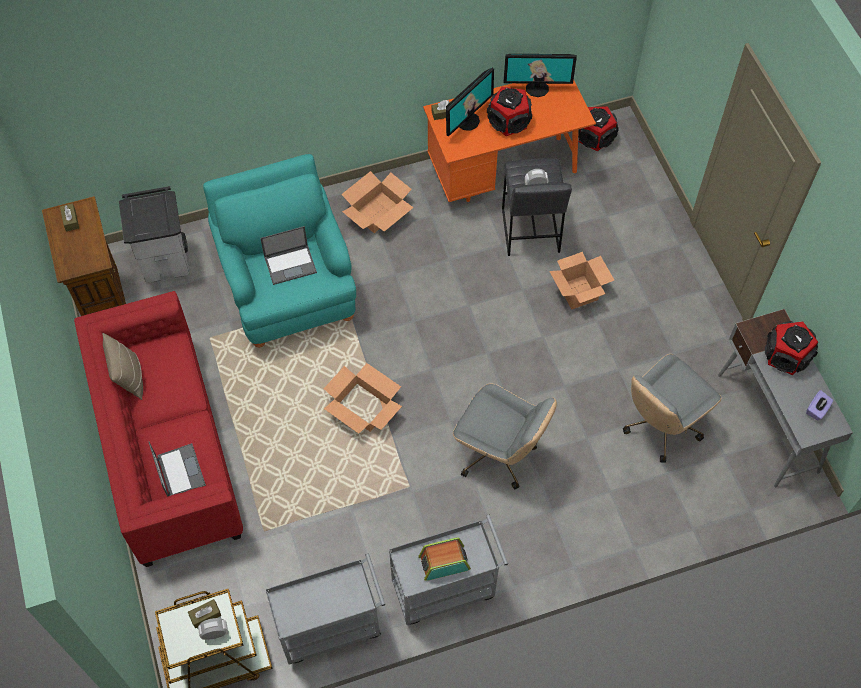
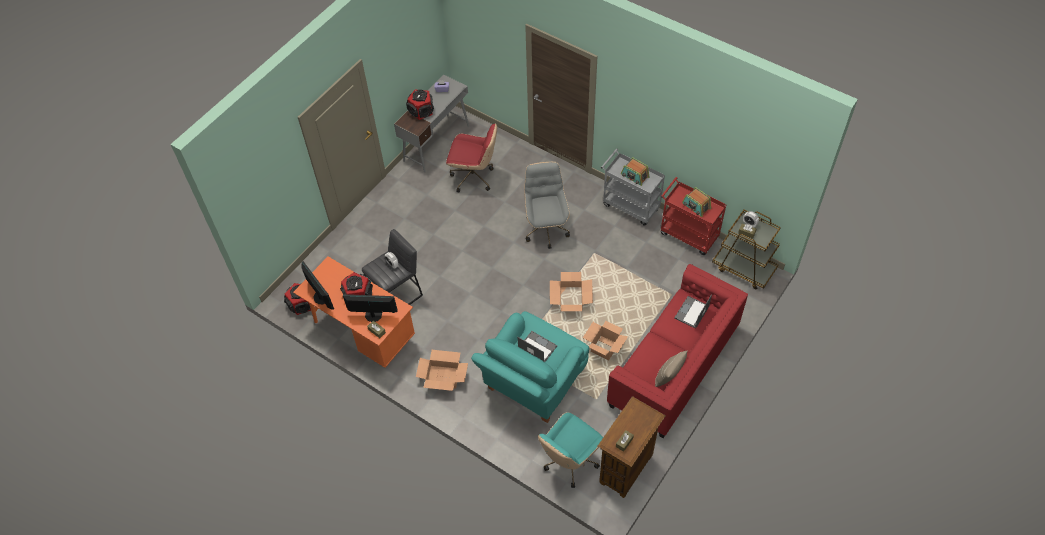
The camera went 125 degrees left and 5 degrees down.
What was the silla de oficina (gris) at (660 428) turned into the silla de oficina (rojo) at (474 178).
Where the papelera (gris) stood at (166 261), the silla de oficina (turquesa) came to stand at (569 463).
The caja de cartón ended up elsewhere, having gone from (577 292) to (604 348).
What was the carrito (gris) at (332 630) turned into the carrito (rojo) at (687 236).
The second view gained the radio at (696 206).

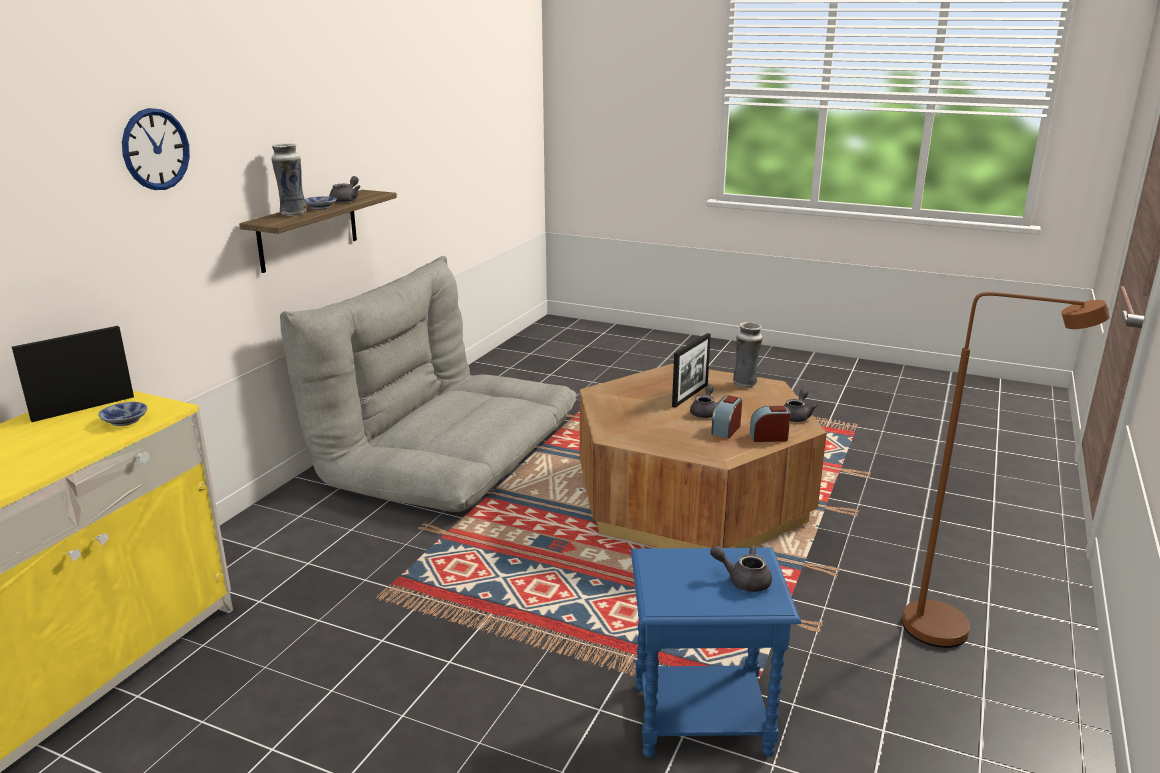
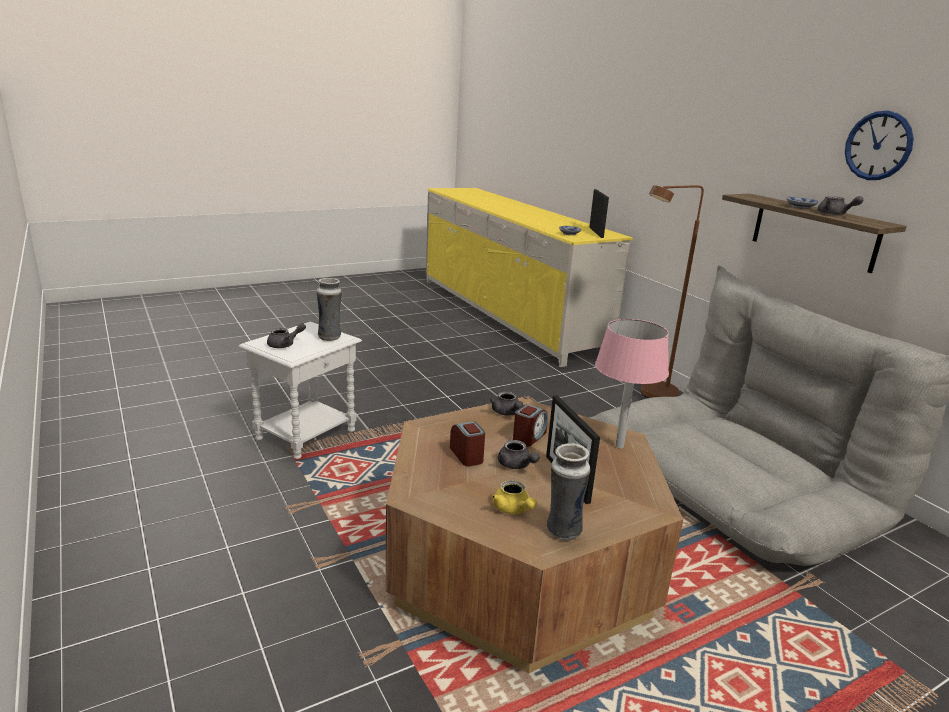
The camera went 125 degrees right and 0 degrees up.
What was the mesa auxiliar (azul) at (702 719) turned into the mesa auxiliar (blanco) at (305 433).
The florero ended up elsewhere, having gone from (293 213) to (330 337).
The tetera (gris) ended up elsewhere, having gone from (796 416) to (507 413).
The second view gained the tetera (amarillo) at (513 509).
The despertador ended up elsewhere, having gone from (769 437) to (529 437).
The second view gained the lámpara de mesa (rosa) at (619 446).
The lámpara de pie (marrón) ended up elsewhere, having gone from (954 632) to (651 396).
The reloj de pared ended up elsewhere, having gone from (155 149) to (878 146).

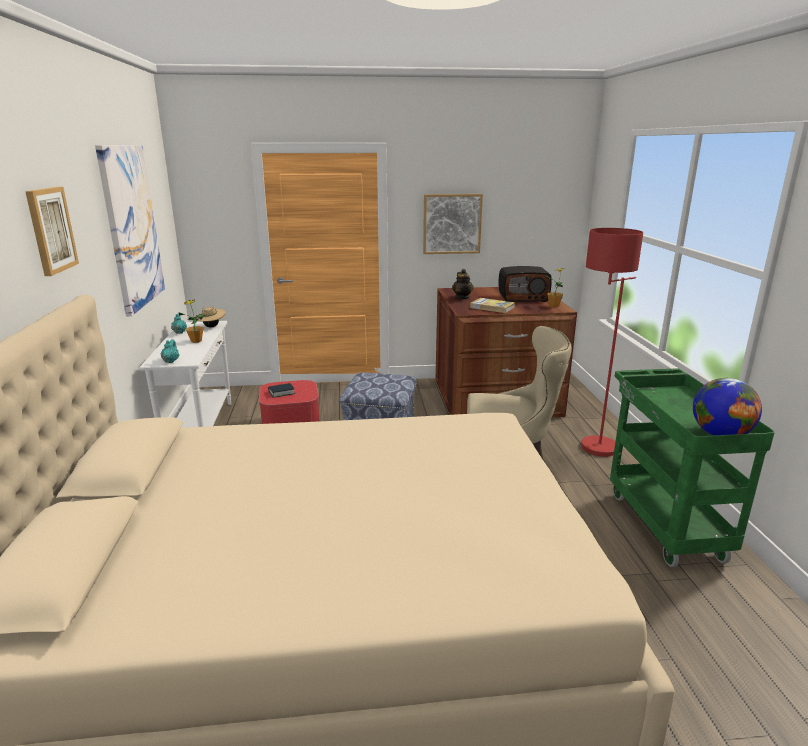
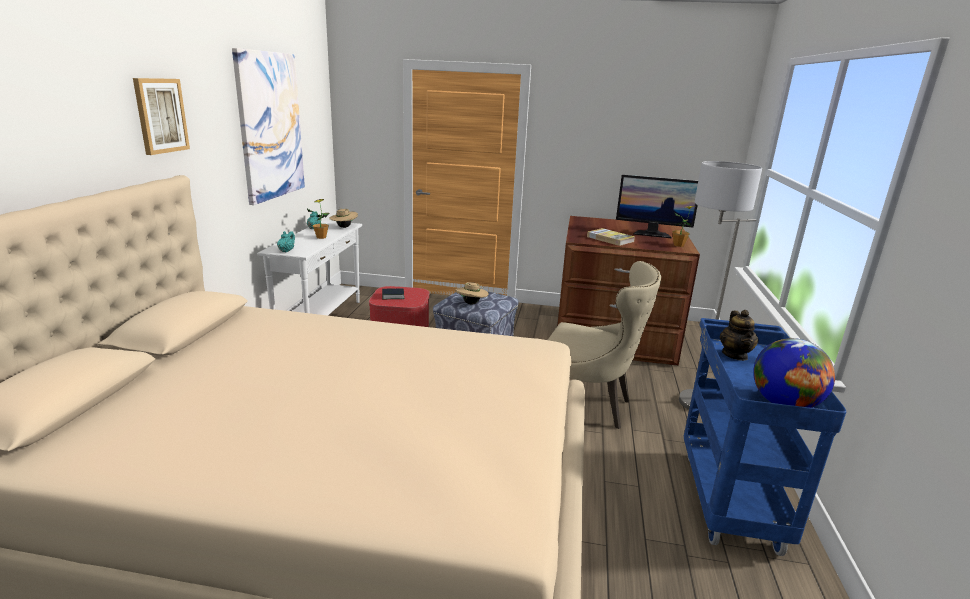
The camera went 15 degrees right and 0 degrees up.
The second view gained the sombrero (beis) at (471 303).
Where the radio stood at (523 298), the monitor came to stand at (652 234).
What was the lámpara de pie (rojo) at (591 450) turned into the lámpara de pie (gris) at (688 404).
What was the carrito (verde) at (661 524) turned into the carrito (azul) at (727 496).
The tetera ended up elsewhere, having gone from (462 298) to (735 355).
The second view lost the cuadro at (452 224).

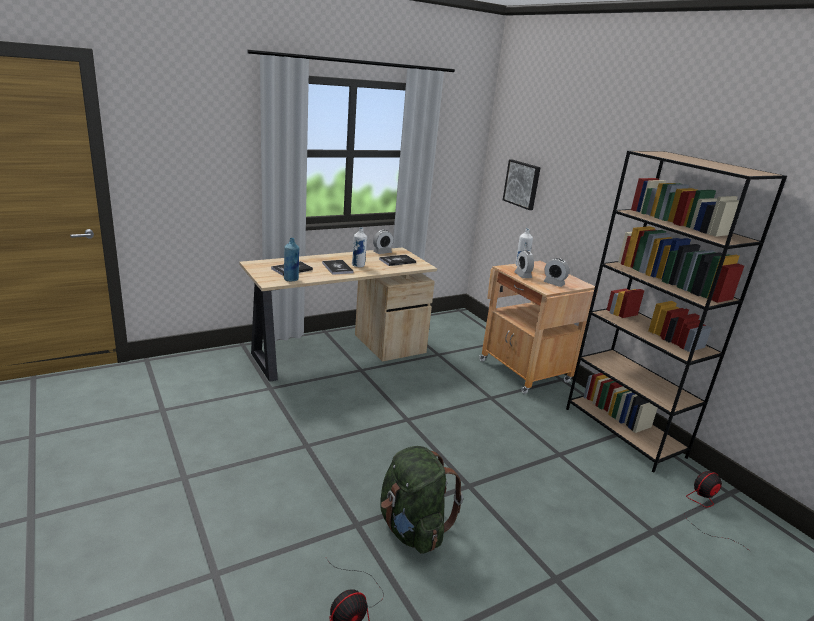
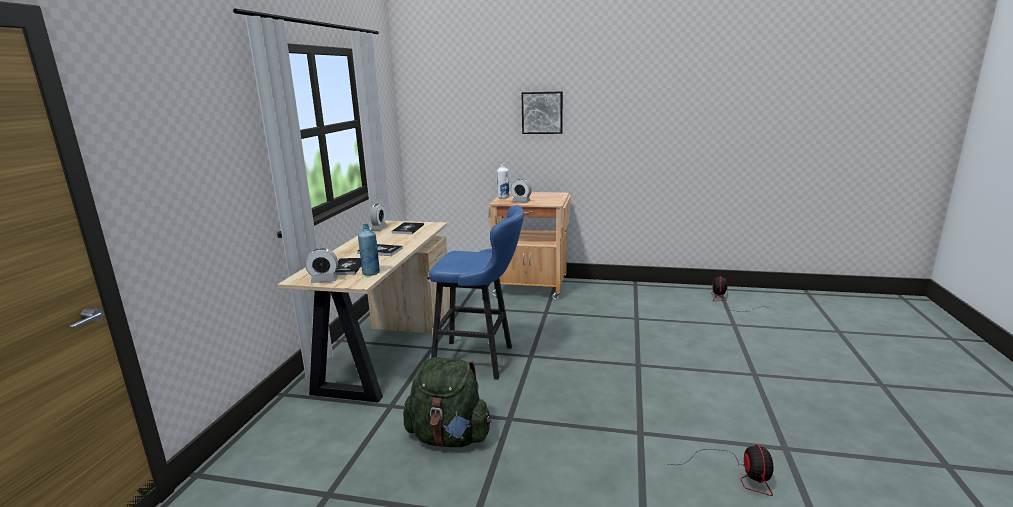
The camera went 45 degrees left and 5 degrees down.
The despertador ended up elsewhere, having gone from (554 283) to (324 280).
The mochila (verde) ended up elsewhere, having gone from (412 528) to (449 437).
The second view gained the taburete (azul) at (483 360).
The cuadro ended up elsewhere, having gone from (522 184) to (542 112).
The second view lost the botella (blanco) at (358 265).
The second view lost the estantería (beis) at (624 432).

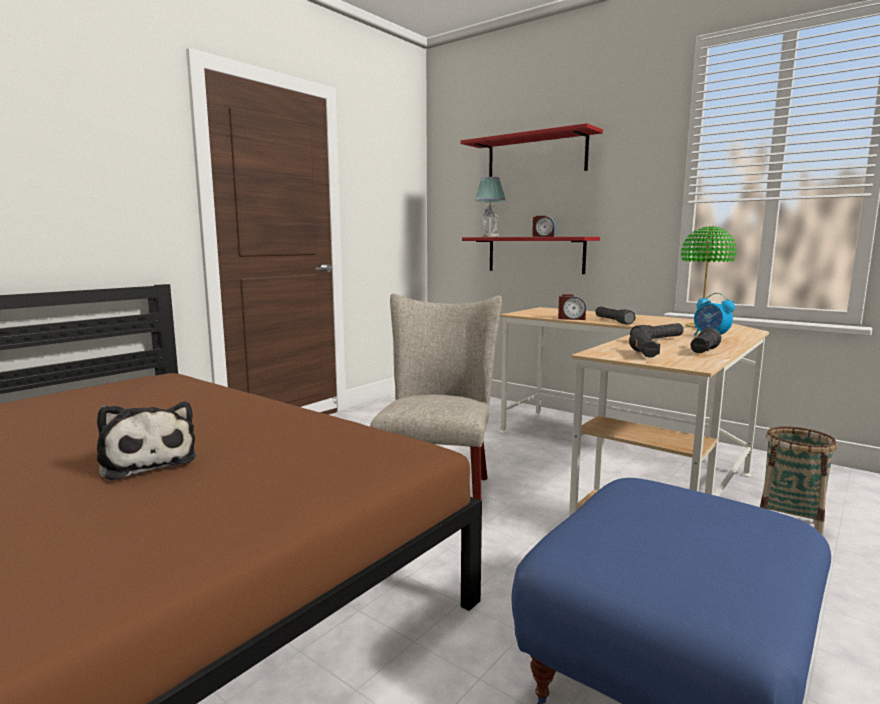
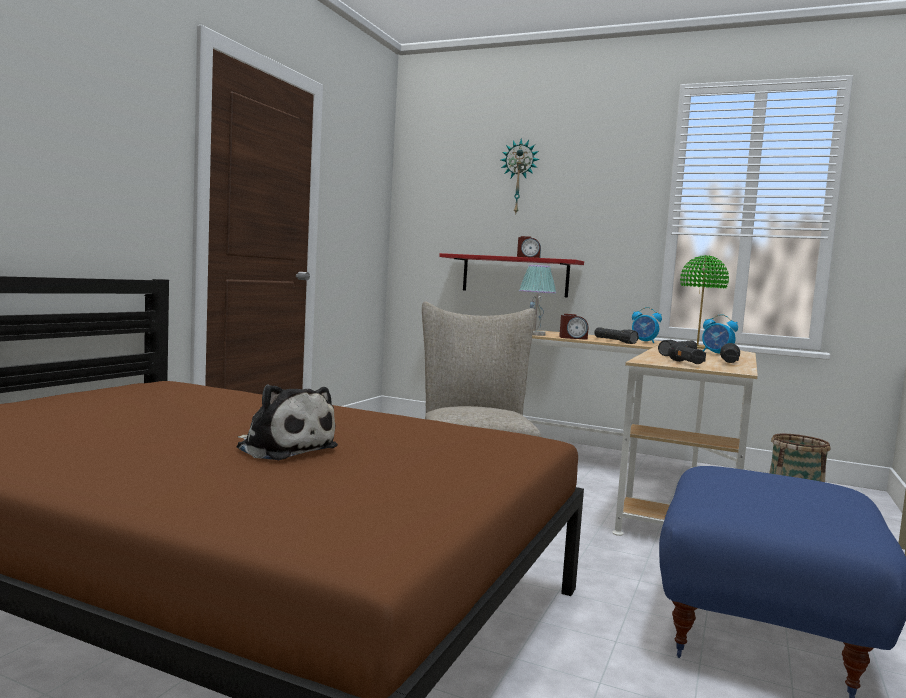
The camera went 15 degrees left and 5 degrees down.
Where the estante (rojo) hung at (536 156), the reloj de pared came to hang at (519 177).
The lámpara de mesa ended up elsewhere, having gone from (489 237) to (534 334).
The second view gained the despertador at (644 342).

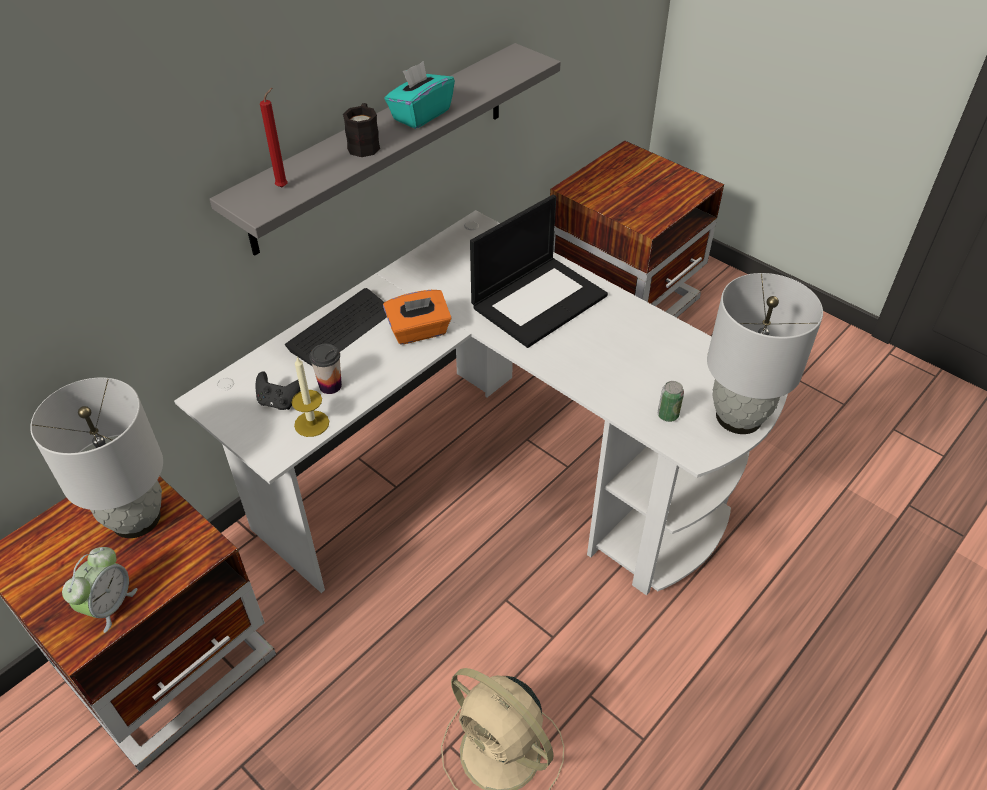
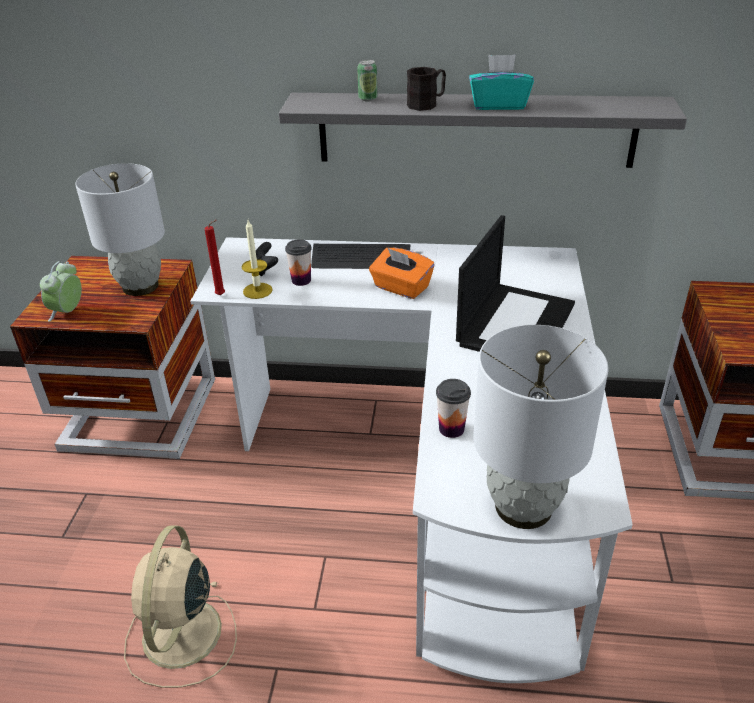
The camera went 55 degrees right and 10 degrees down.
The despertador at (109 605) ended up facing another way, 120 degrees clockwise from before.
The vela (rojo) ended up elsewhere, having gone from (284 186) to (222 295).
The lata ended up elsewhere, having gone from (667 415) to (368 99).
The second view gained the taza at (451 429).
The portátil at (539 300) ended up facing another way, 75 degrees counterclockwise from before.

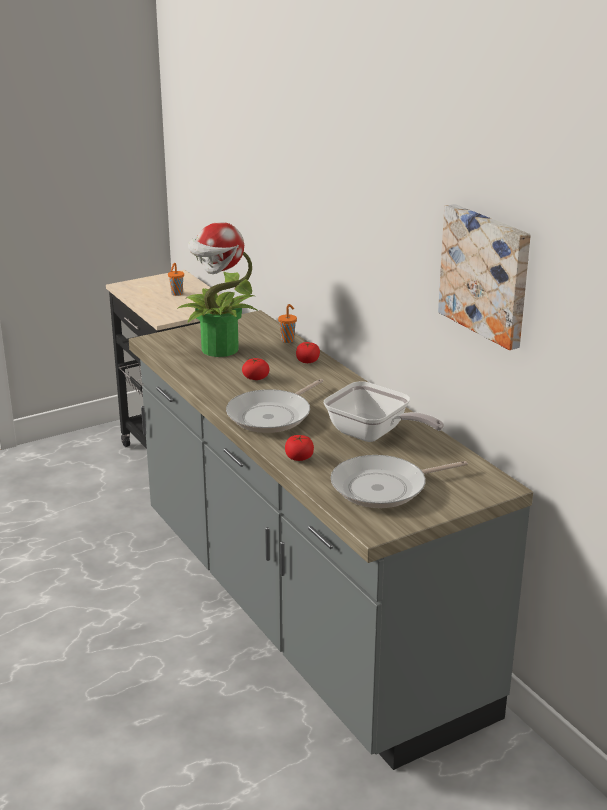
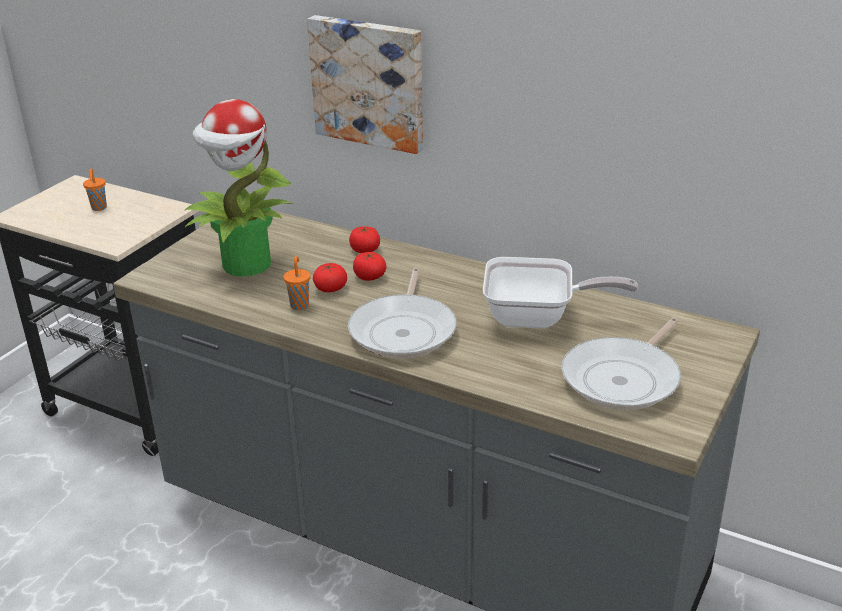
The camera went 30 degrees left and 5 degrees up.
The taza (naranja) ended up elsewhere, having gone from (288 340) to (299 305).
The cuadro ended up elsewhere, having gone from (487 274) to (369 82).
The tomate ended up elsewhere, having gone from (299 457) to (369 276).

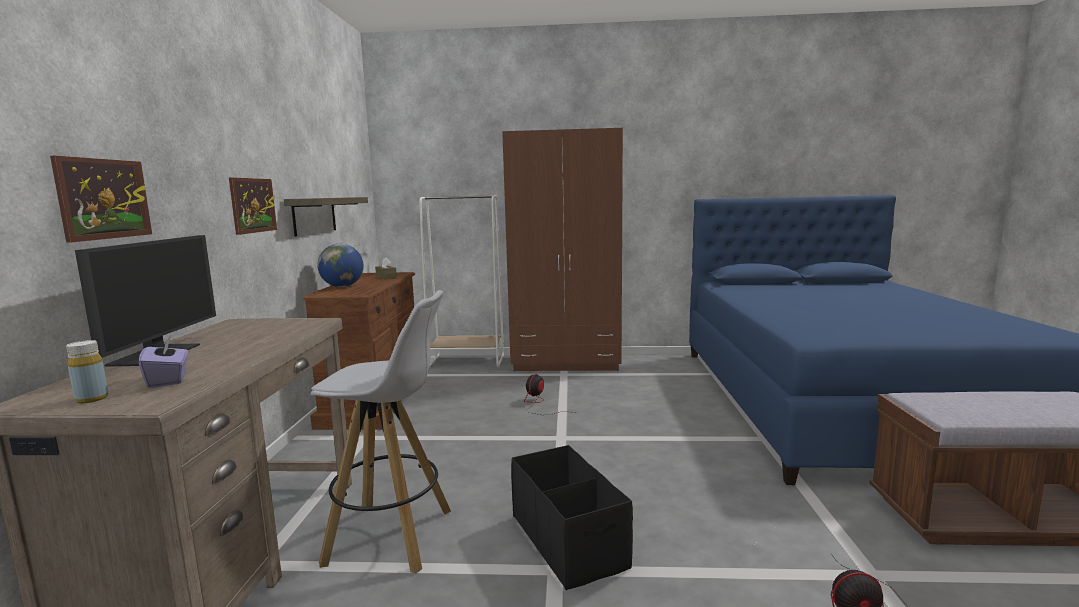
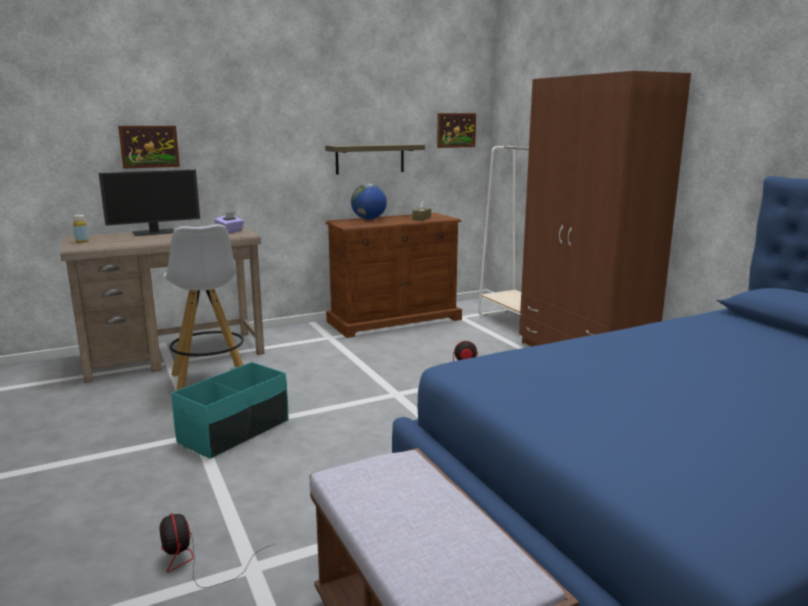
The camera went 60 degrees right and 5 degrees up.
What was the caja de almacenaje (negro) at (568 540) turned into the caja de almacenaje (turquesa) at (235 431).
The caja de pañuelos (morado) ended up elsewhere, having gone from (168 380) to (230 231).
The cuadro ended up elsewhere, having gone from (253 205) to (456 130).

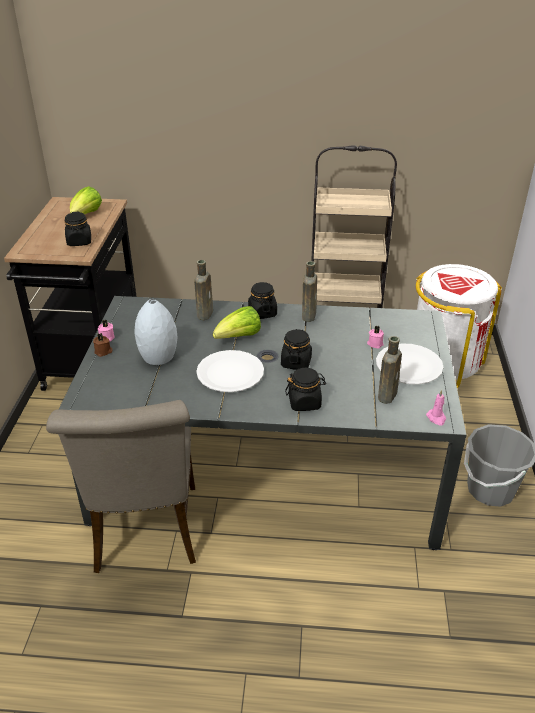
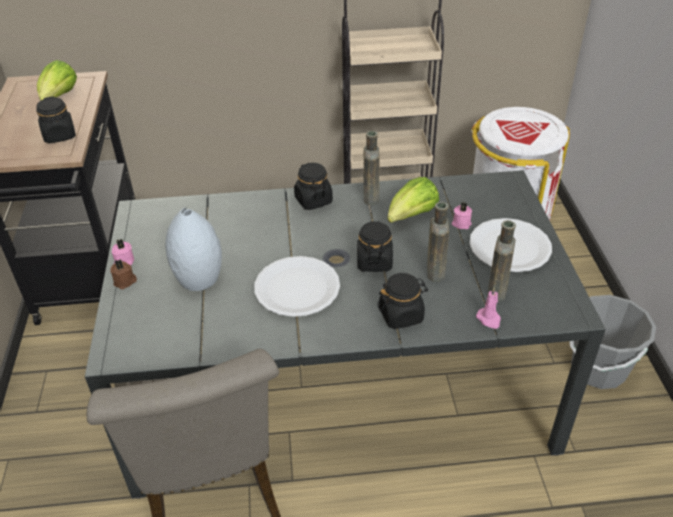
The camera went 10 degrees left and 5 degrees up.
The lechuga ended up elsewhere, having gone from (239 337) to (411 216).
The botella (marrón) ended up elsewhere, having gone from (205 313) to (435 270).
The vela (rosa) ended up elsewhere, having gone from (436 418) to (489 319).

